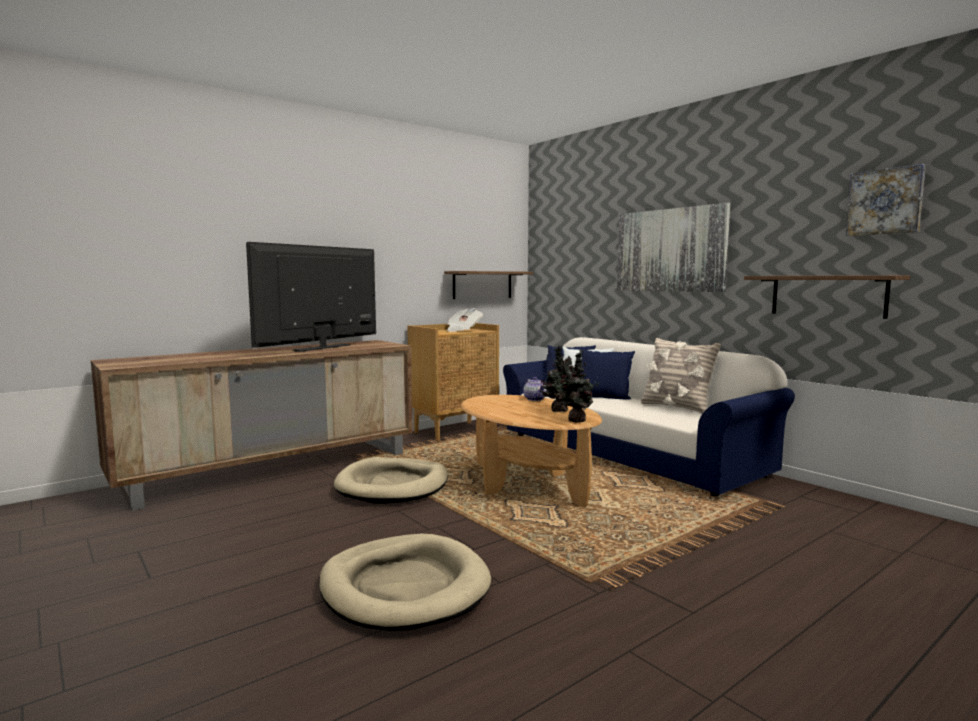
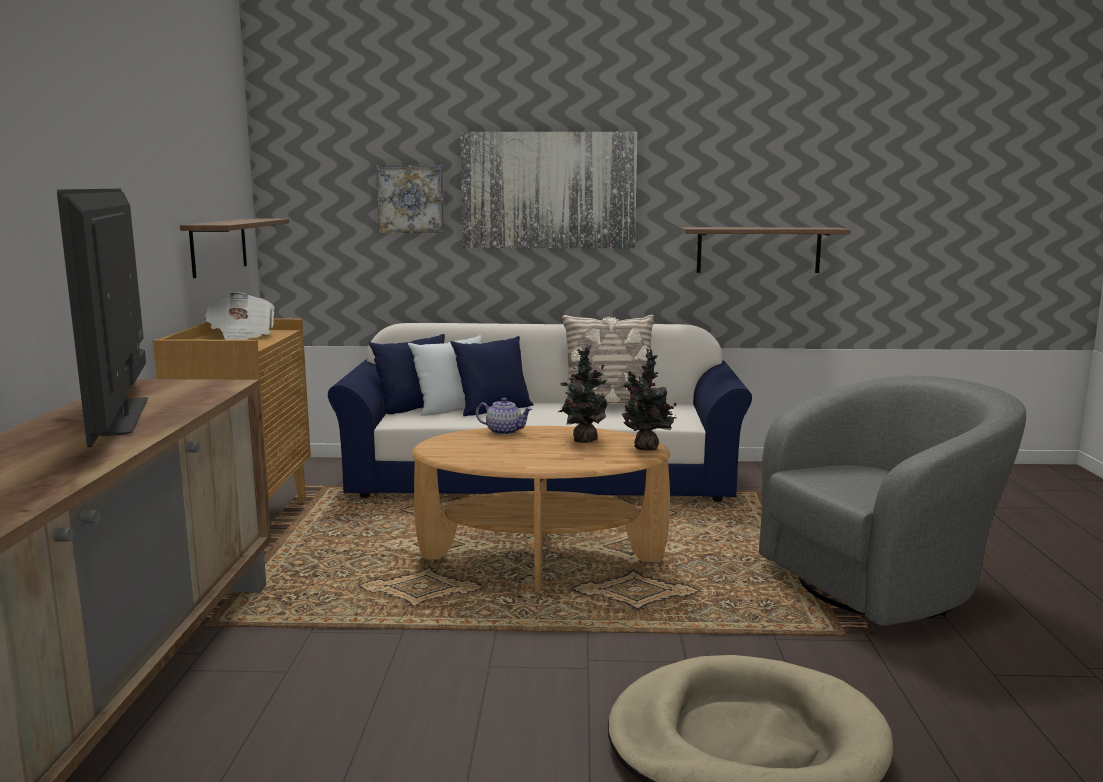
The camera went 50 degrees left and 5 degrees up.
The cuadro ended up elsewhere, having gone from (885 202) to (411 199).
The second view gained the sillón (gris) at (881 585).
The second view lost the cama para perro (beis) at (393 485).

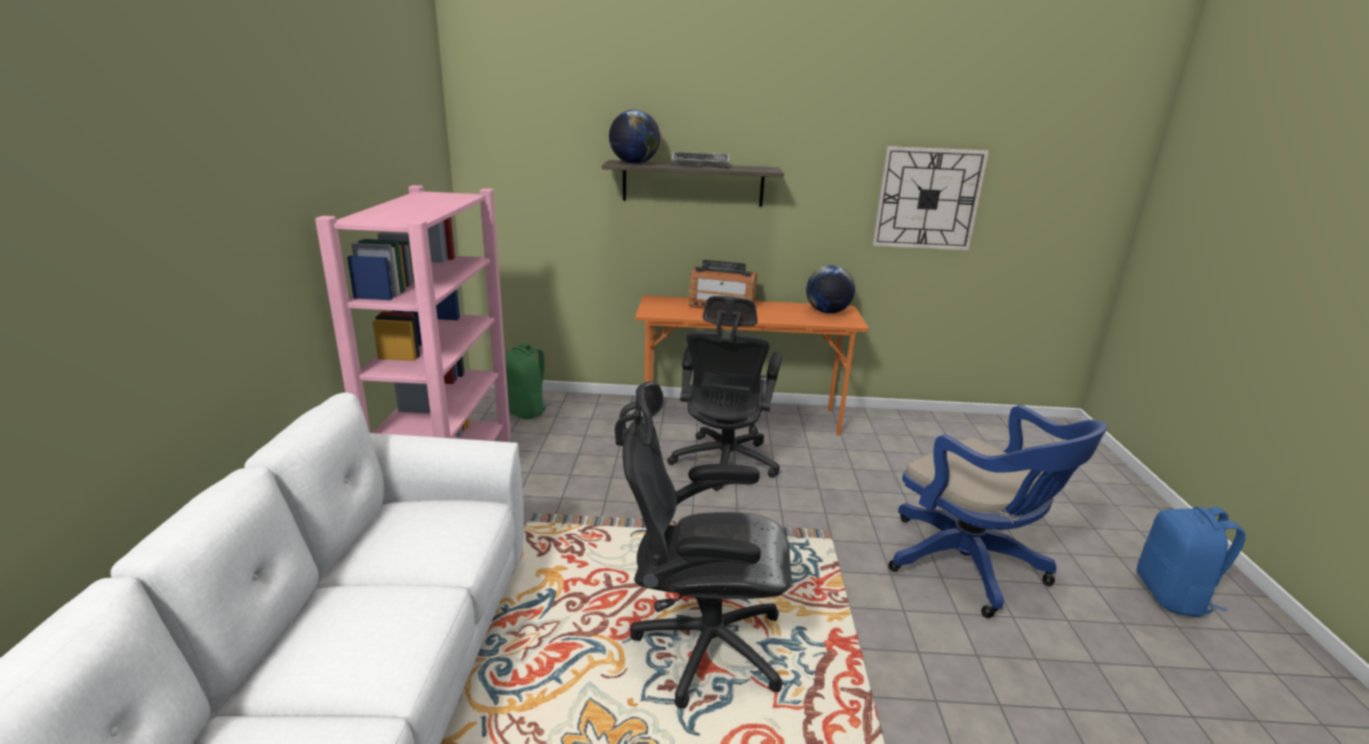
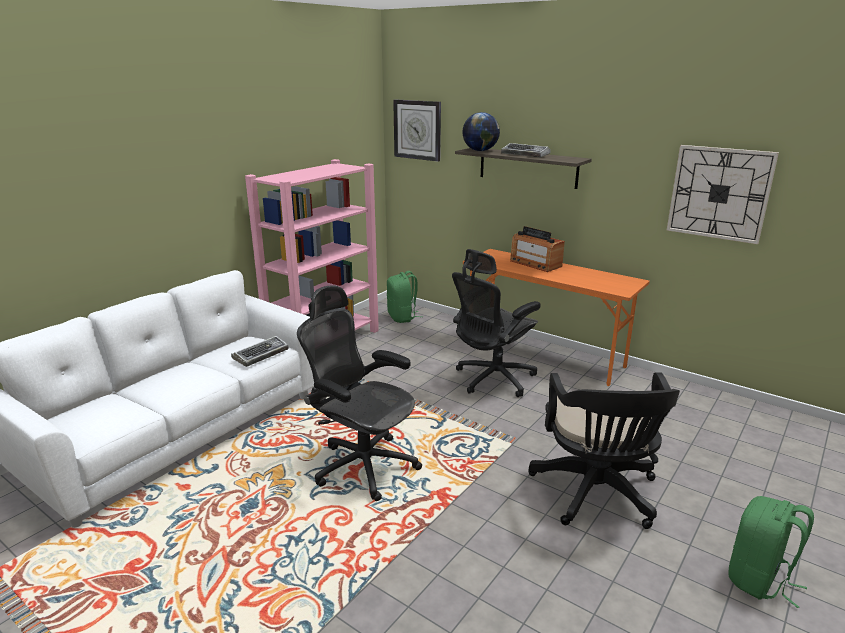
The camera went 35 degrees right and 0 degrees up.
The second view gained the teclado at (261 354).
The second view gained the reloj de pared at (417 130).
What was the silla de oficina (azul) at (970 567) turned into the silla de oficina (negro) at (596 495).
What was the mochila (azul) at (1173 596) turned into the mochila (verde) at (759 580).
The second view lost the globo terráqueo at (827 312).

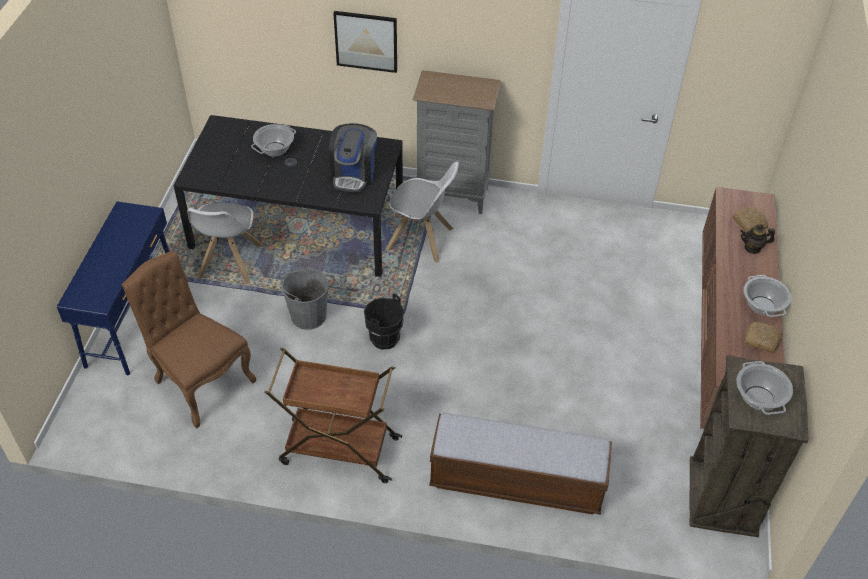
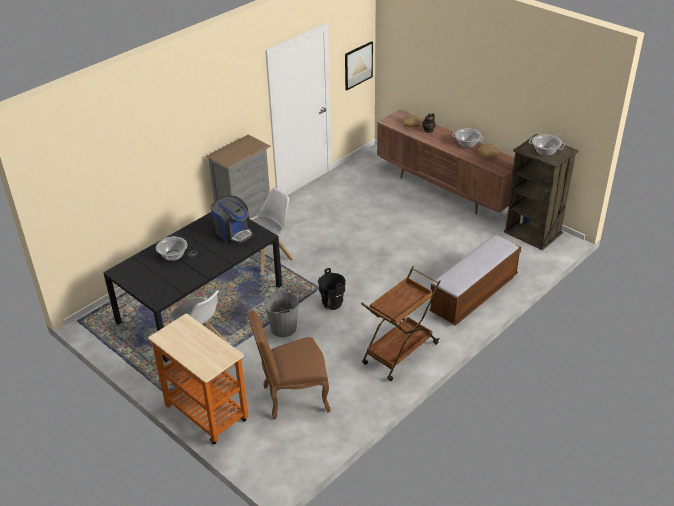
The camera went 55 degrees left and 10 degrees down.
Where the mesa consola (azul) stood at (133 319), the carrito (naranja) came to stand at (205 412).
The cuadro ended up elsewhere, having gone from (366 41) to (358 65).

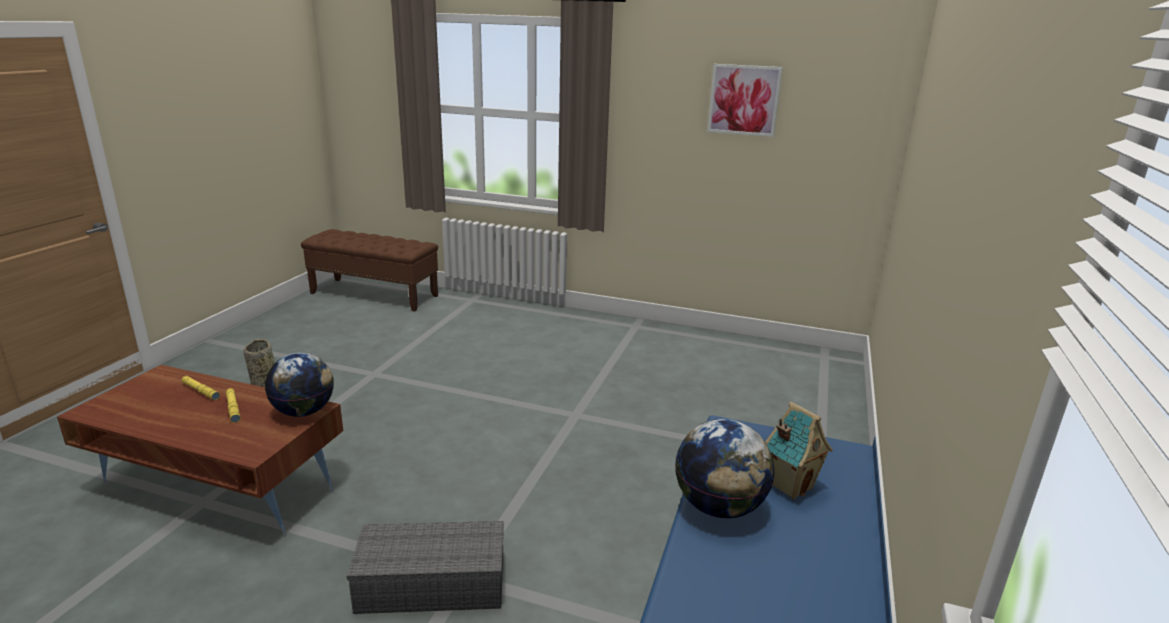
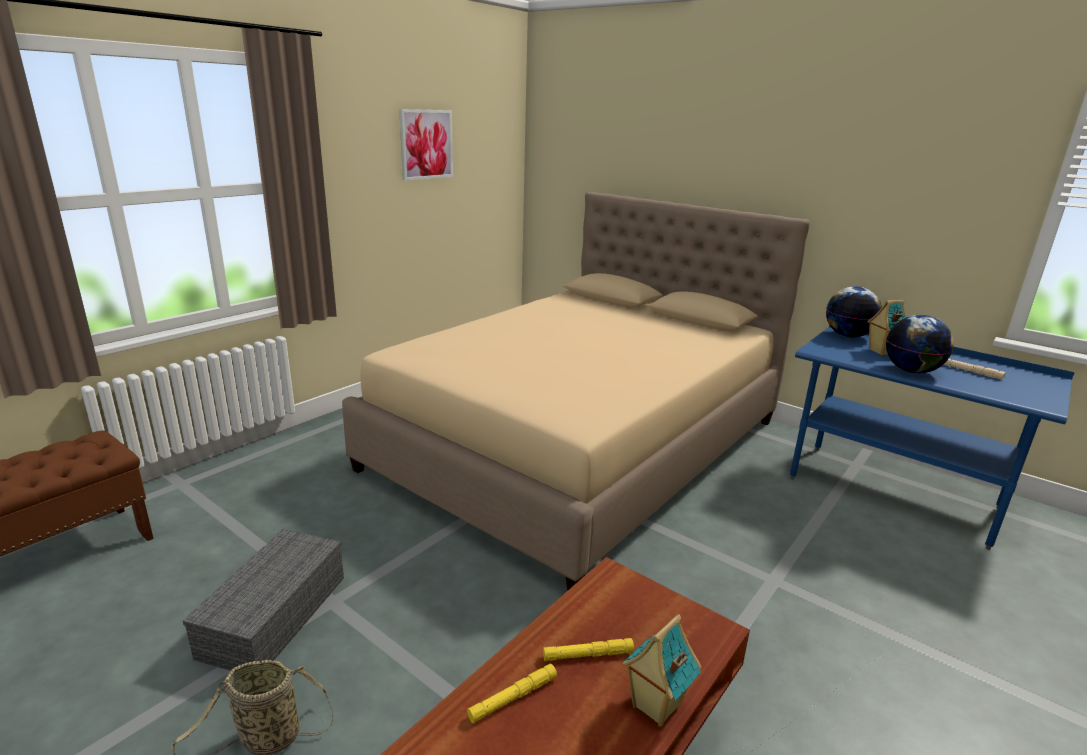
The camera went 70 degrees left and 0 degrees up.
The caja de almacenaje (gris) ended up elsewhere, having gone from (434 582) to (274 613).
The second view gained the cama (beis) at (581 444).
The second view gained the casita at (654 706).
The globo terráqueo ended up elsewhere, having gone from (304 412) to (848 335).
The second view gained the linterna (beis) at (971 372).

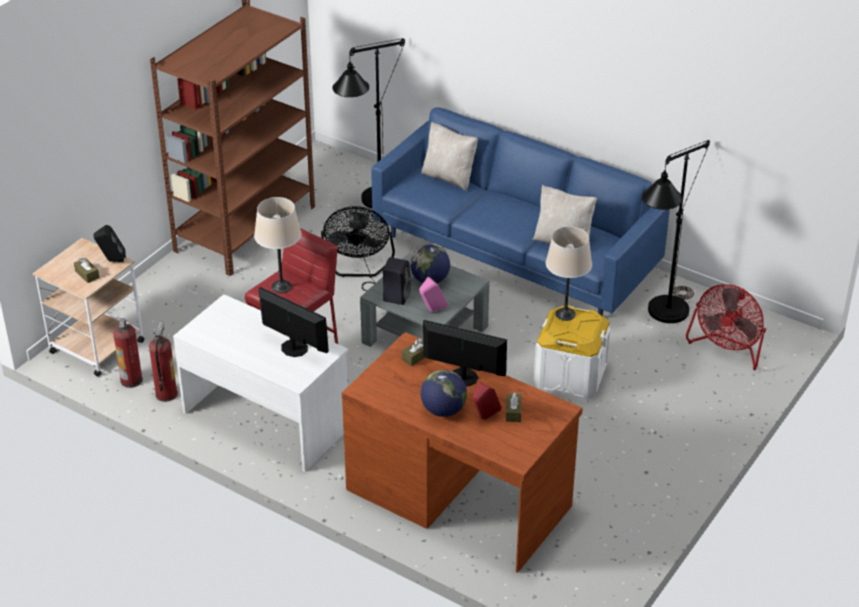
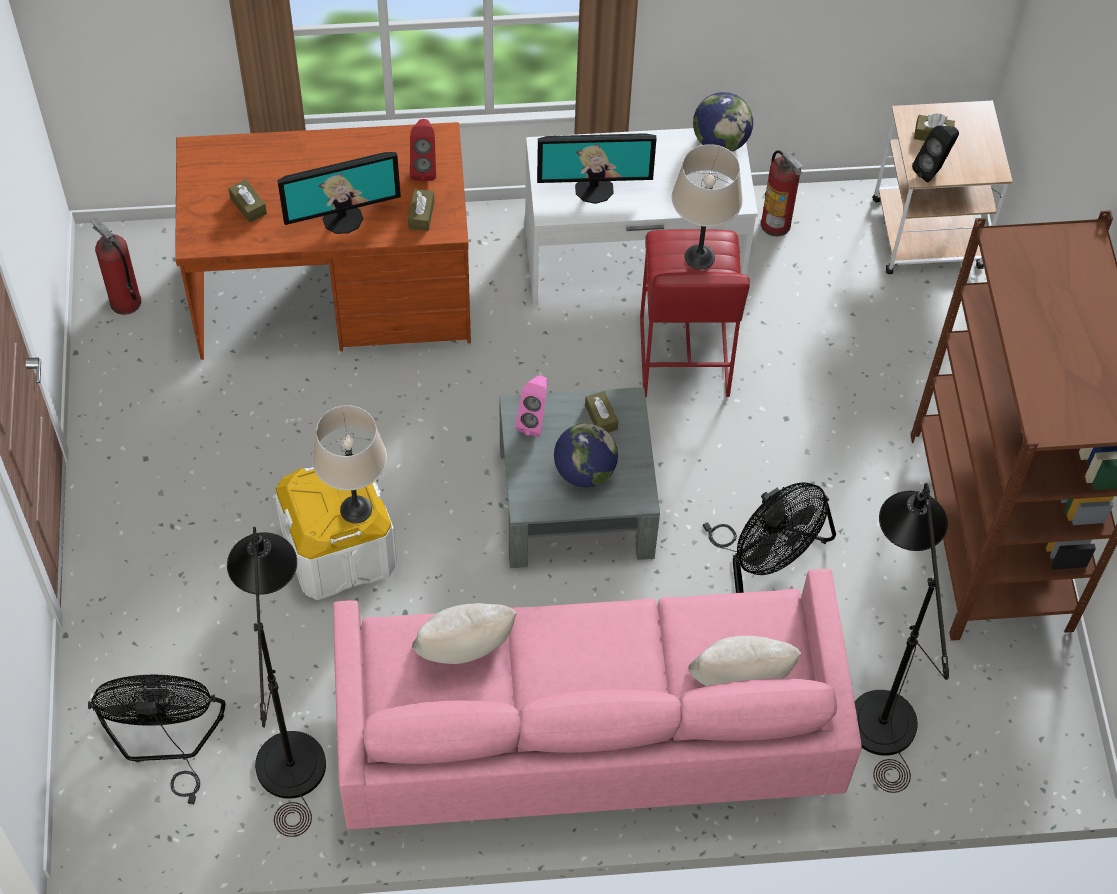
The camera went 140 degrees right and 20 degrees up.
What was the ventilador (rojo) at (726 347) turned into the ventilador (negro) at (166 742).
The extintor ended up elsewhere, having gone from (131 380) to (125 301).
What was the sofá (azul) at (515 255) turned into the sofá (rosa) at (587 735).
The altavoz (rojo) ended up elsewhere, having gone from (484 418) to (424 168).
Where the altavoz (negro) stood at (396 296), the caja de pañuelos (marrón) came to stand at (601 417).
The globo terráqueo ended up elsewhere, having gone from (443 410) to (720 141).

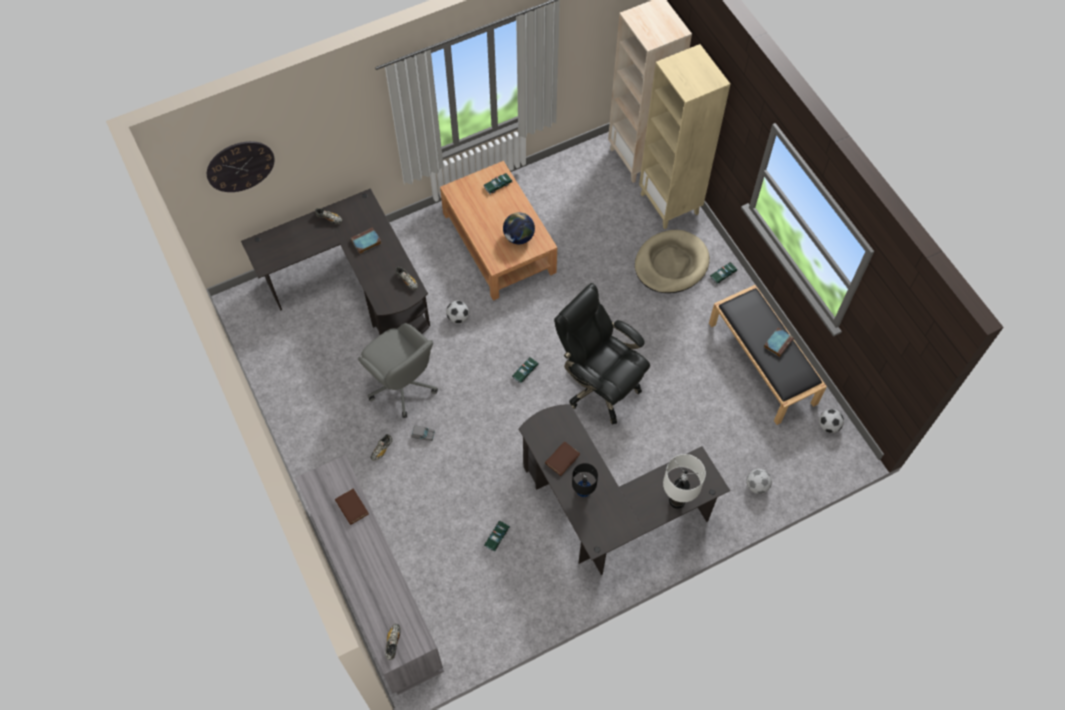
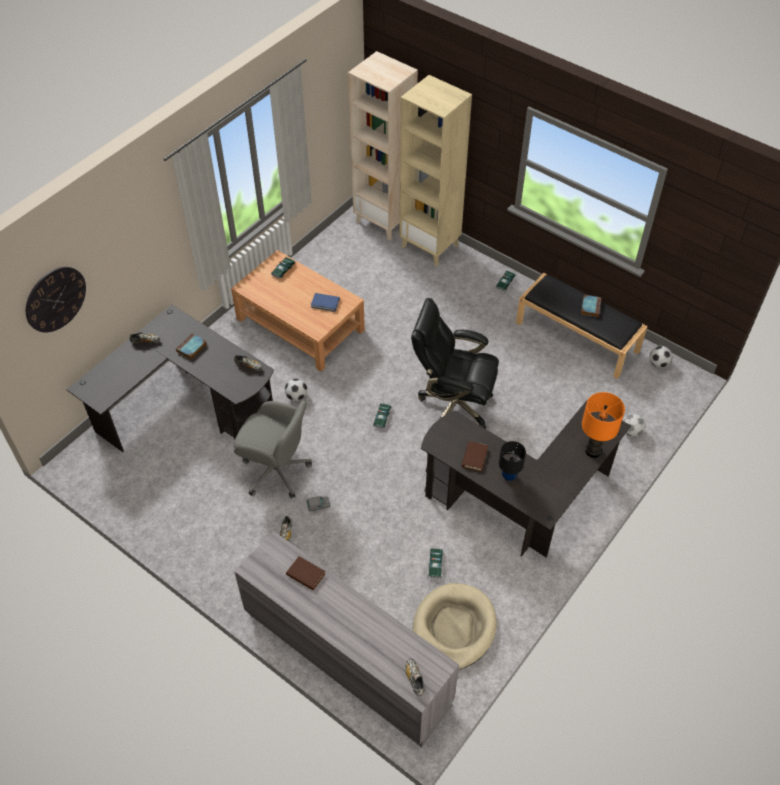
The camera went 25 degrees left and 10 degrees down.
Where the globo terráqueo stood at (519 237), the libro (azul) came to stand at (325 303).
The cama para perro (beis) ended up elsewhere, having gone from (671 264) to (453 628).
What was the lámpara de mesa (blanco) at (677 500) turned into the lámpara de mesa (naranja) at (593 451).

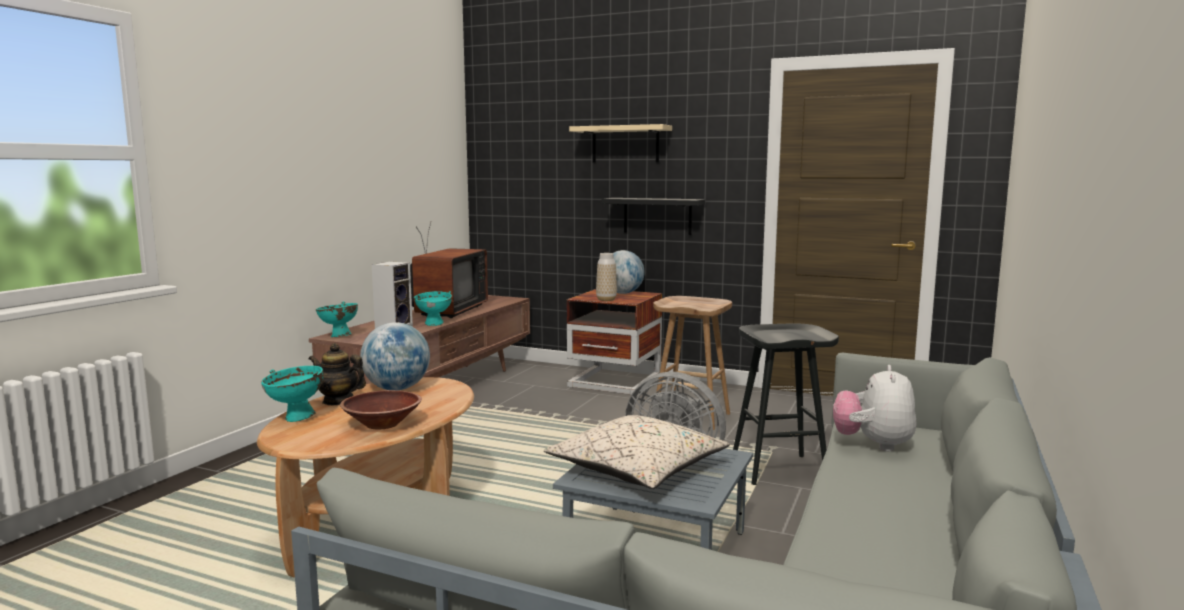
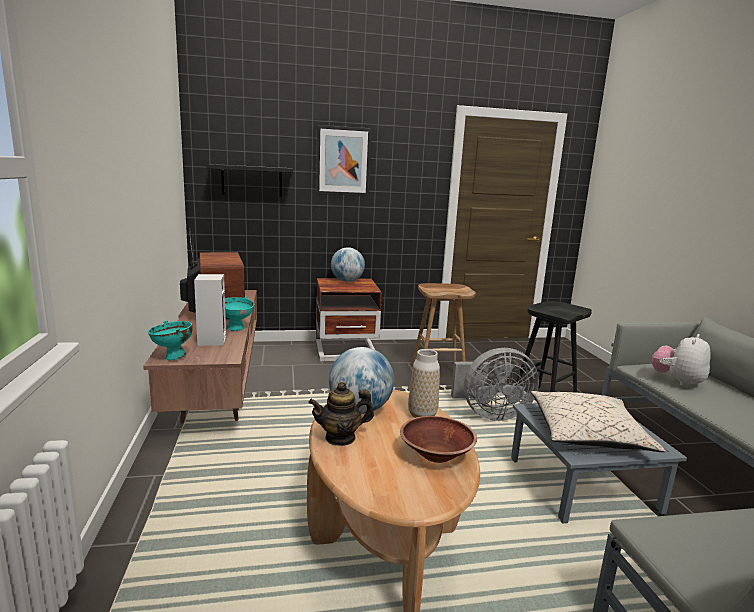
The camera went 35 degrees left and 5 degrees up.
The estante (negro) ended up elsewhere, having gone from (657 216) to (252 181).
Where the estante (beis) hung at (625 144), the cuadro came to hang at (343 161).
The florero ended up elsewhere, having gone from (606 299) to (422 415).
The peluche at (873 445) ended up facing another way, 60 degrees clockwise from before.
The second view lost the cuenco (turquesa) at (296 419).

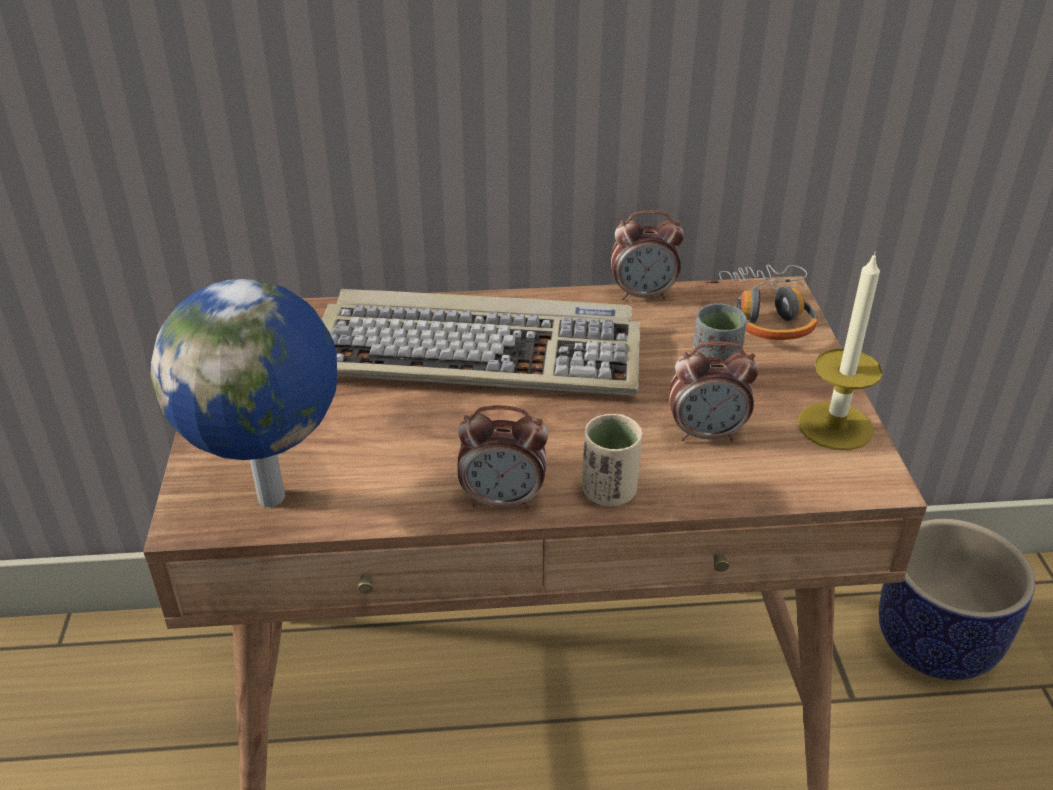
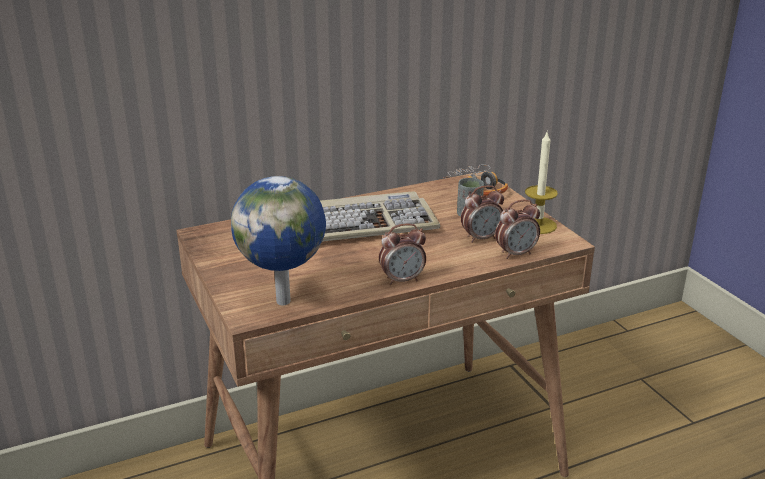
The camera went 20 degrees left and 10 degrees down.
The despertador ended up elsewhere, having gone from (643 295) to (516 254).
The second view lost the taza (beis) at (609 492).
The second view lost the maceta at (937 644).

